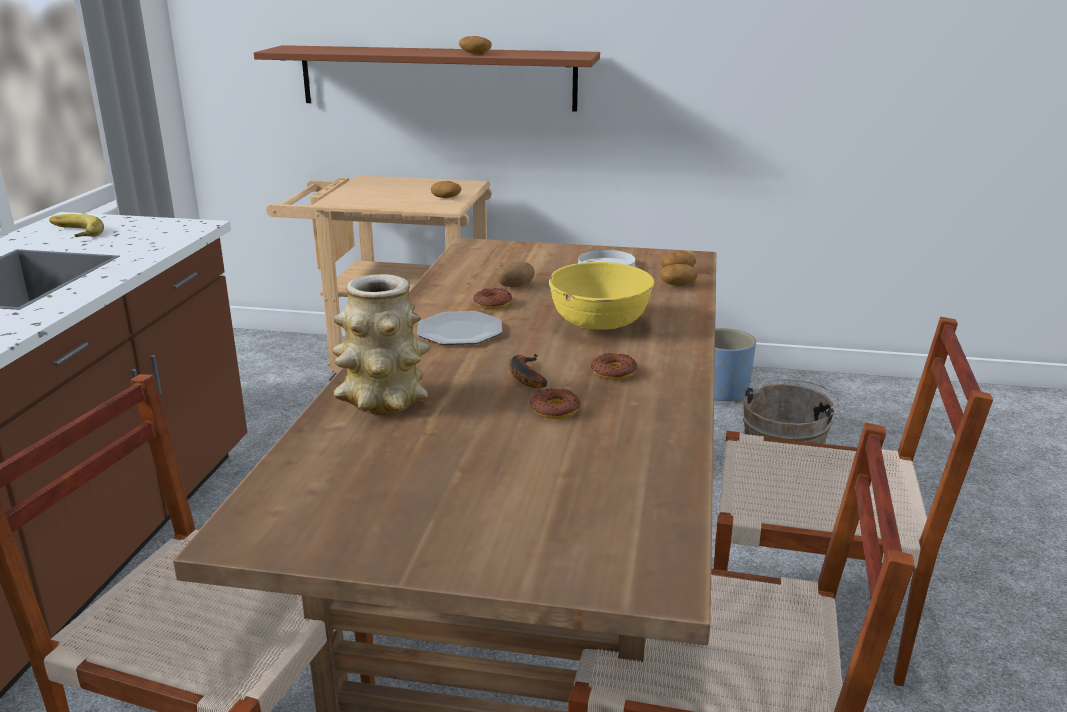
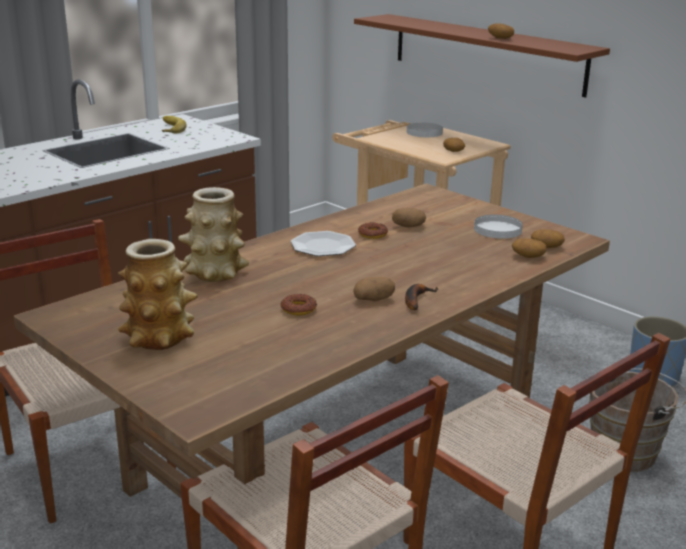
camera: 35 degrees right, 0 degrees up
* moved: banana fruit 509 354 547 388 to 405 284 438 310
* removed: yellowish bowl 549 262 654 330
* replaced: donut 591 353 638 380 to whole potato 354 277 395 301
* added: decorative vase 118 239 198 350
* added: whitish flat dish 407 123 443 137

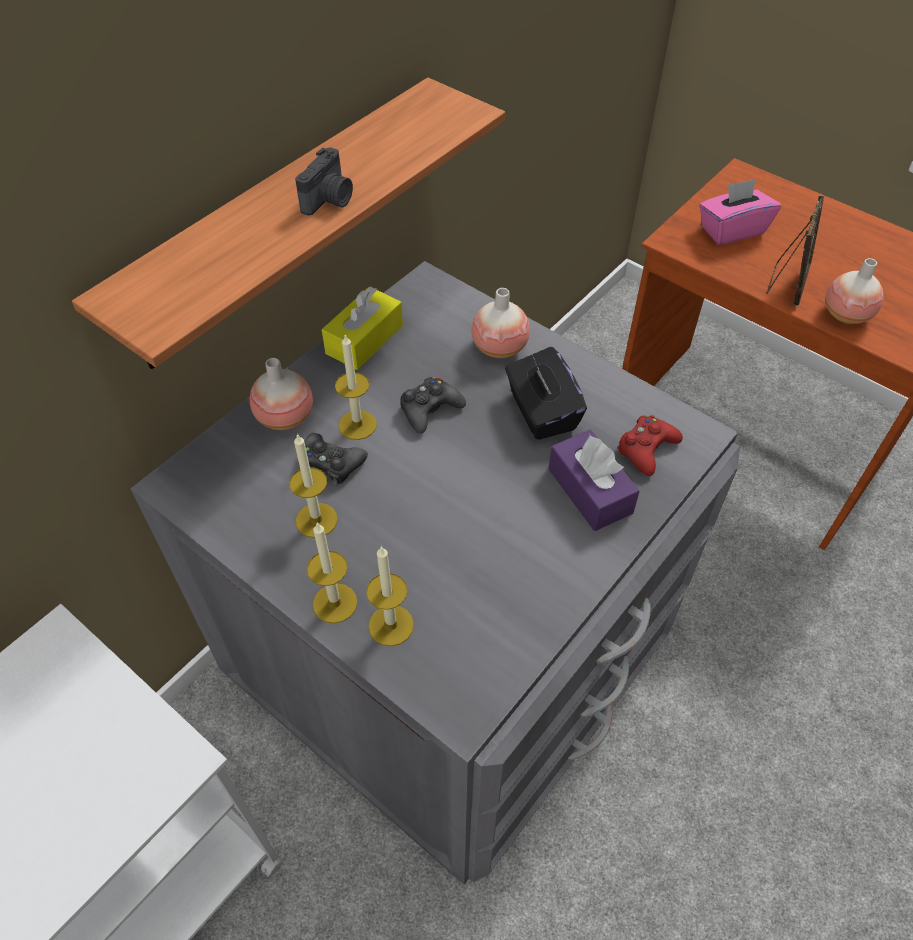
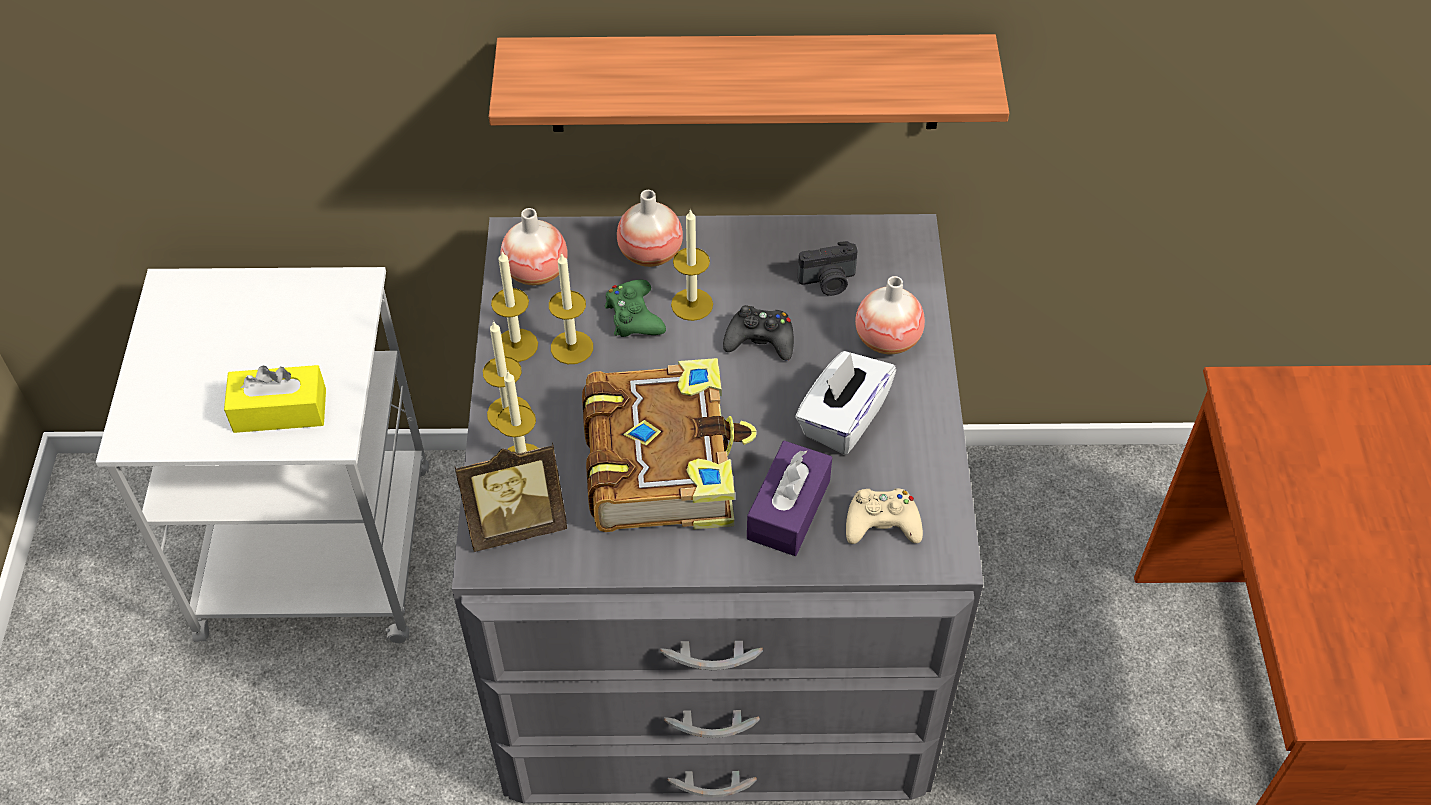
camera: 50 degrees right, 0 degrees up
* moved: still camera 295 147 353 216 to 797 241 858 296
* recoloured: blackish game controller 304 433 368 486 to green game controller 605 279 666 337
* moved: yellowish tissue holder 321 286 403 370 to 224 365 326 433
* recoloured: blackish tissue holder 505 347 587 440 to whitish tissue holder 795 351 896 455
* recoloured: red-coloured game controller 617 415 683 476 to beige game controller 846 489 923 544
* removed: pink-coloured tissue holder 699 179 781 245
* moved: picture frame 767 196 824 305 to 454 442 567 552
* moved: decorative vase 825 258 884 324 to 500 208 567 285
* added: wax light 491 251 538 362
* added: volume 582 358 757 532

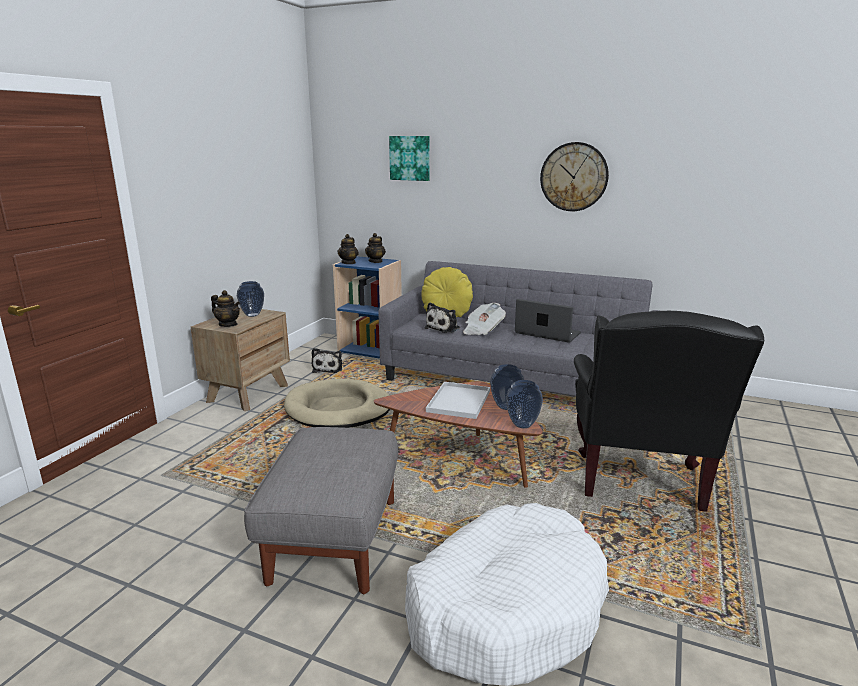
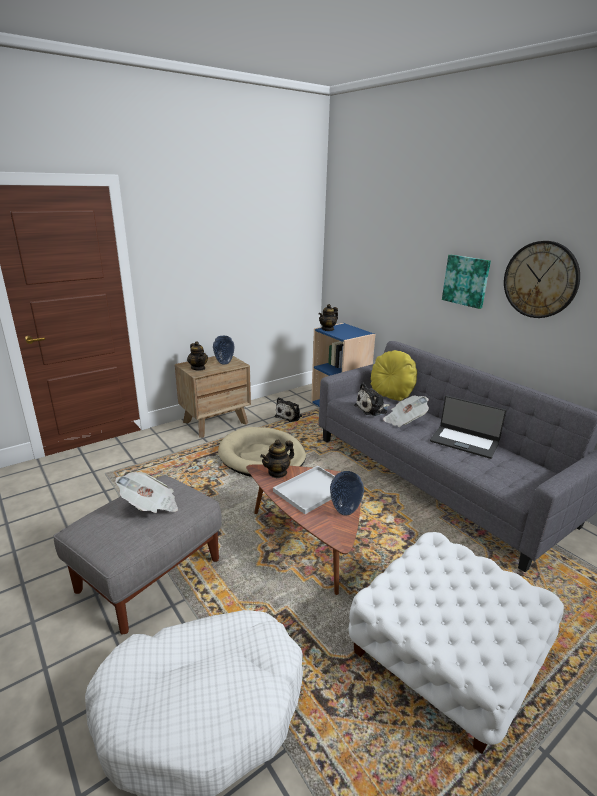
camera: 30 degrees right, 5 degrees up
* moved: teapot 365 233 386 263 to 260 440 294 478
* moved: picture 389 136 430 181 to 442 255 491 309
* removed: decorative vase 506 380 543 428
* turned: portable computer 515 299 581 343 = 430 396 507 459 150 degrees clockwise
* replaced: blackish lounge chair 574 311 764 512 to whitish ottoman 348 532 564 754
* added: printed paper 115 472 178 513

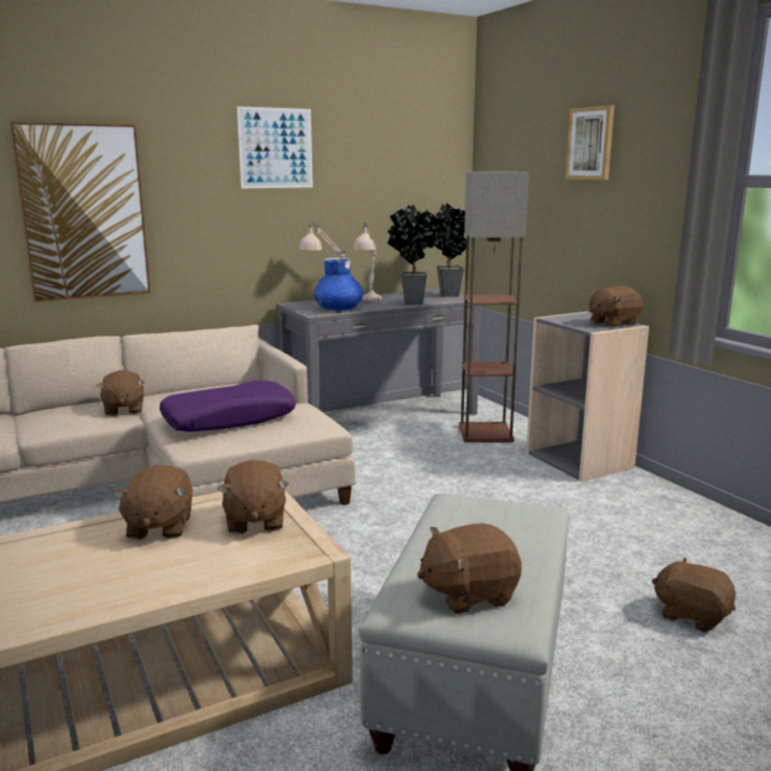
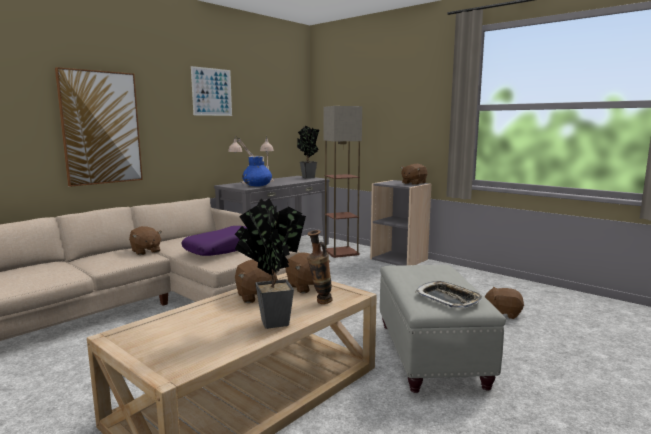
camera: 20 degrees left, 5 degrees down
* moved: houseplant 387 205 439 305 to 235 199 306 329
* replaced: brown-coloured cuddly toy 417 523 522 614 to serving tray 416 281 482 309
* removed: picture 565 105 615 180
* added: decorative vase 307 230 333 304

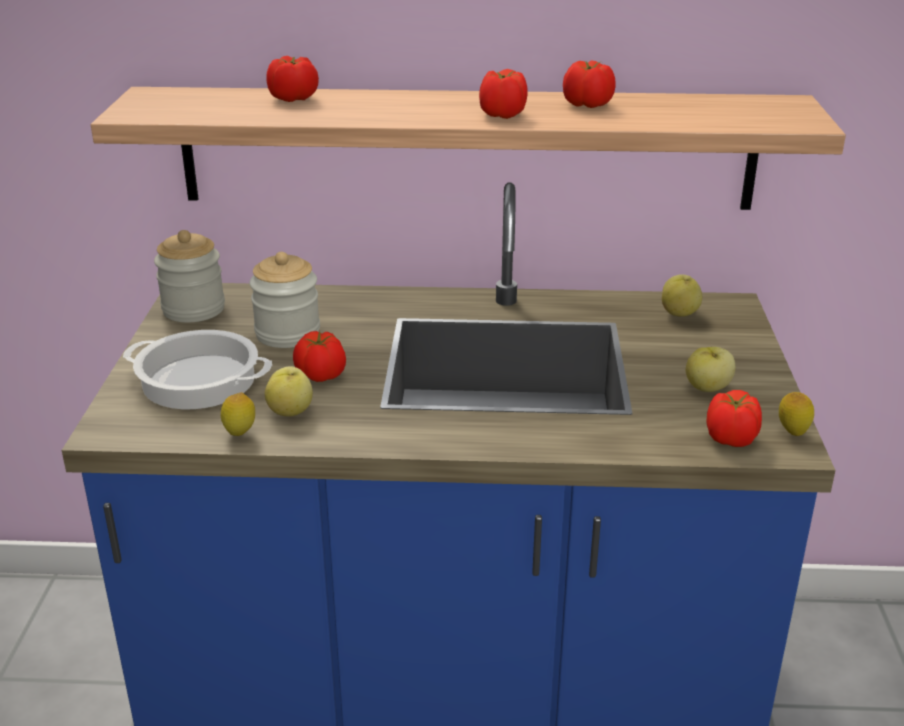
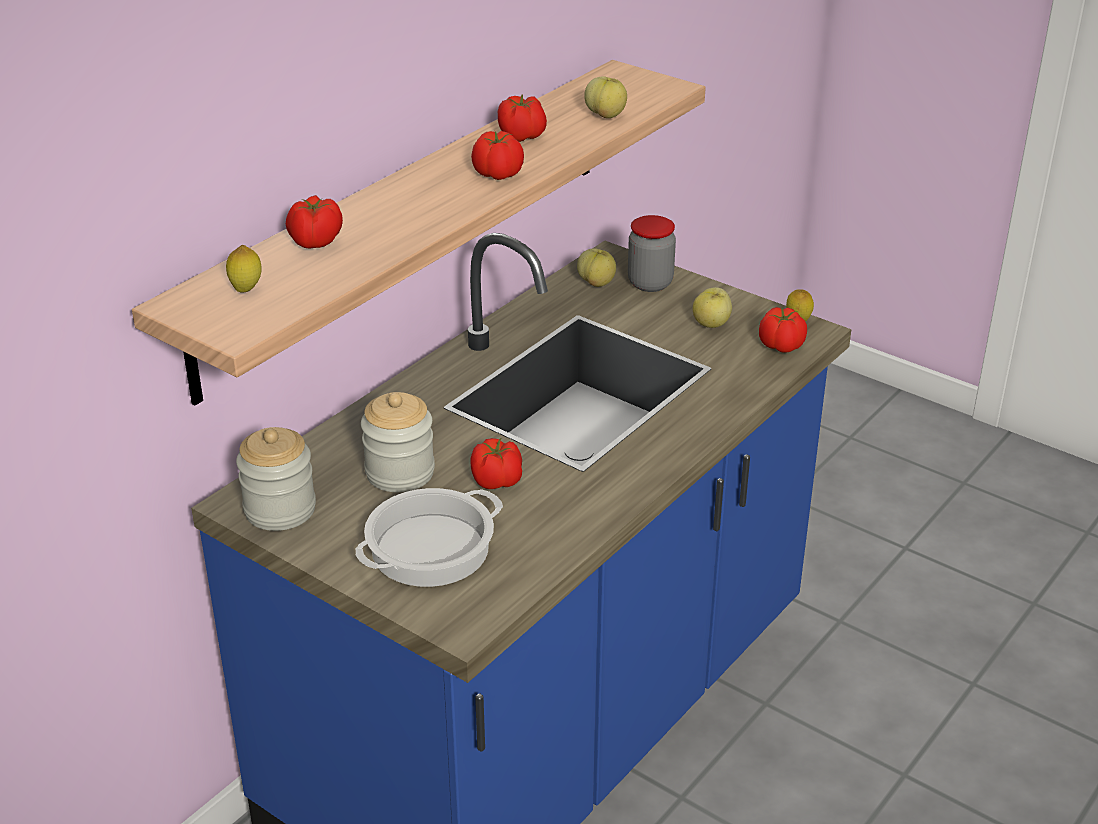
camera: 55 degrees left, 5 degrees up
* moved: lemon 221 392 255 436 to 226 245 262 293
* moved: apple fruit 265 366 313 417 to 584 76 627 118
* added: jar 628 215 676 292

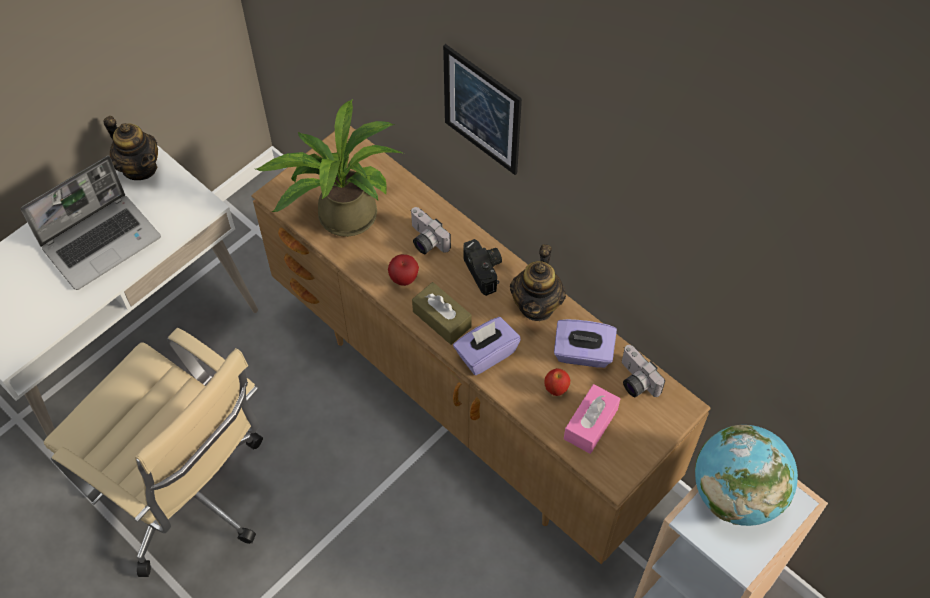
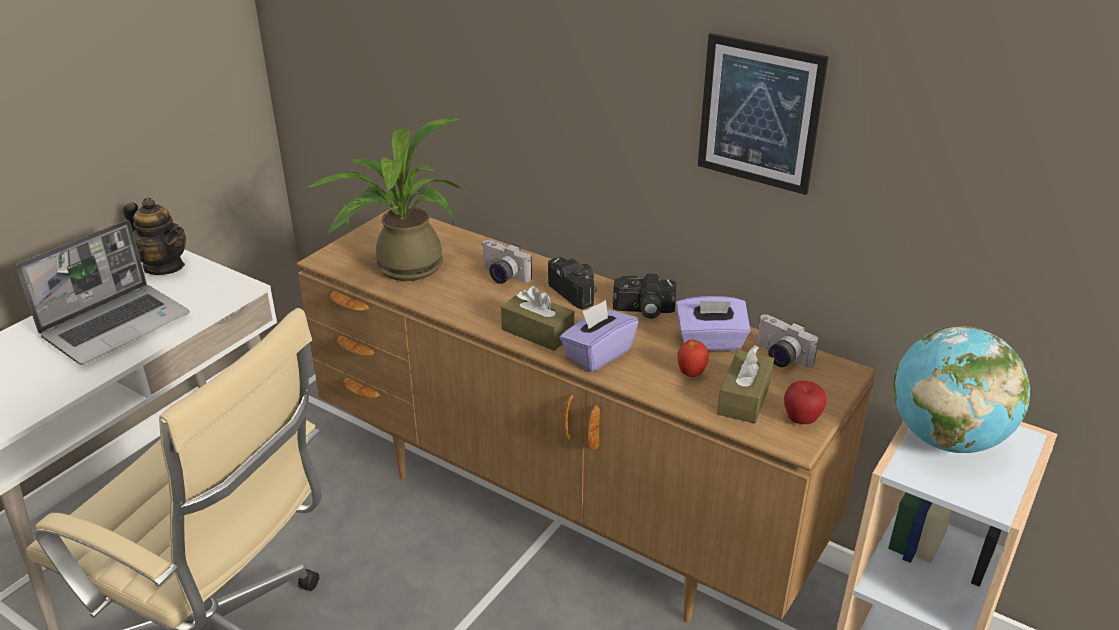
camera: 10 degrees left, 25 degrees down
* moved: apple fruit 388 254 419 286 to 784 381 827 424
* moved: picture 443 44 522 175 to 698 33 829 195
* replaced: teapot 510 244 566 321 to still camera 613 274 676 319
* recoloured: pink-coloured tissue holder 564 384 620 454 to brown-coloured tissue holder 717 345 774 423

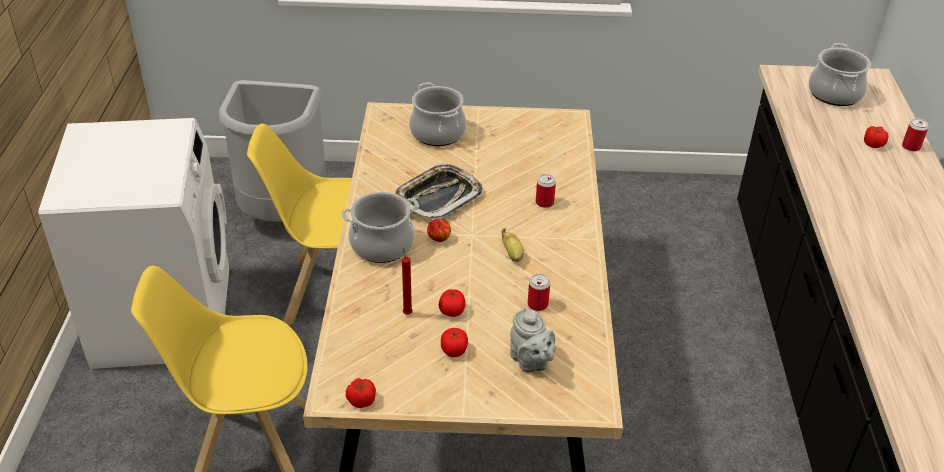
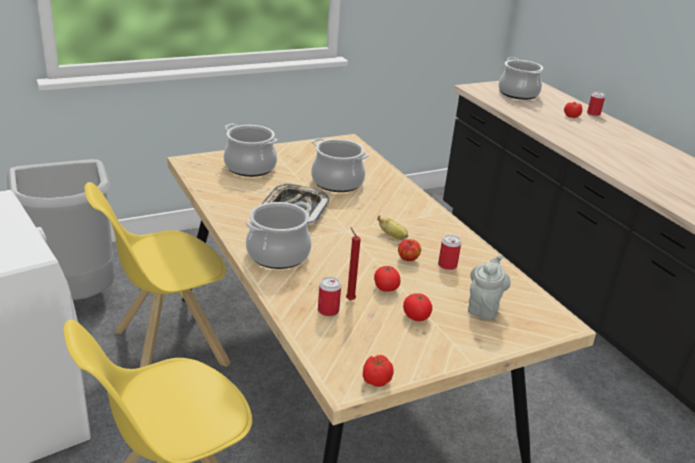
camera: 30 degrees left, 10 degrees down
* moved: apple fruit 427 219 451 242 to 398 239 421 261
* turned: gray teapot 510 307 556 372 = 468 254 510 320 105 degrees counterclockwise
* moved: sealed can 536 174 556 208 to 318 277 341 317
* added: saucepot 311 138 369 192

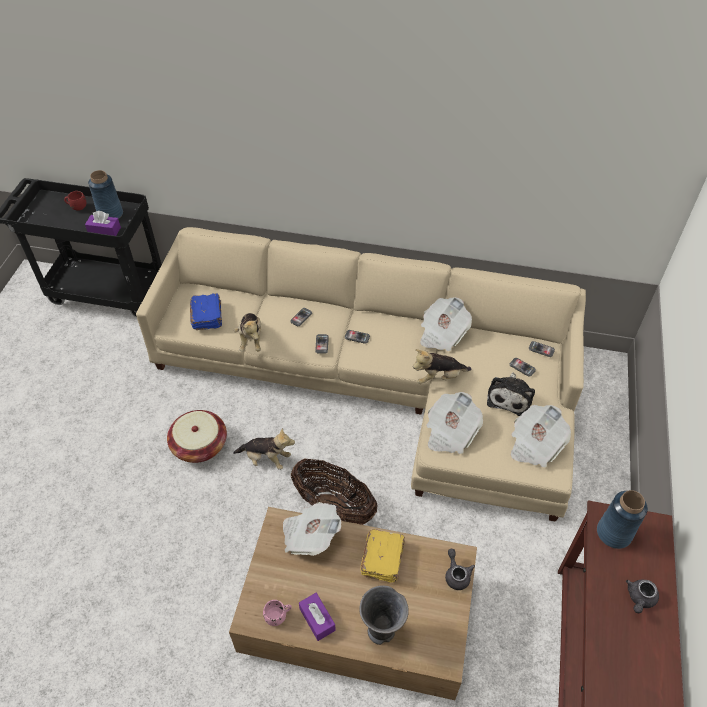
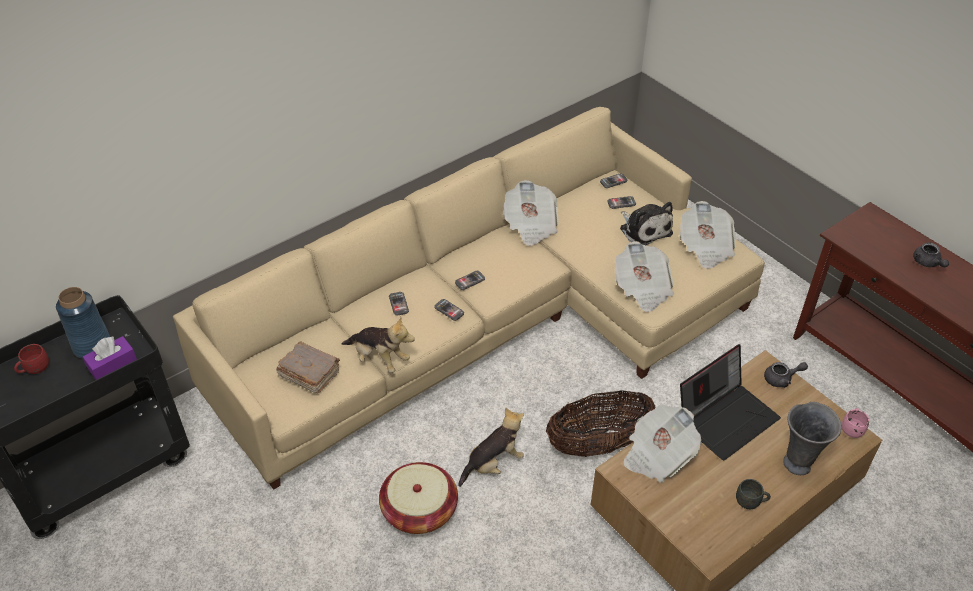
camera: 50 degrees left, 5 degrees down
* recoloured: blue-coloured volume 190 293 222 330 to brown-coloured volume 276 342 340 393
* moved: pink-coloured tea mug 263 600 292 626 to 842 408 869 438
* replaced: purple-coloured tissue holder 299 593 336 641 to gray tea mug 736 479 771 509
* replaced: yellowish volume 360 529 405 583 to portable computer 680 344 781 460
* removed: cuddly toy 413 349 471 384
* turned: gray teapot 445 549 475 590 = 764 362 808 388 150 degrees clockwise
* removed: blue-coloured decorative vase 597 490 648 549

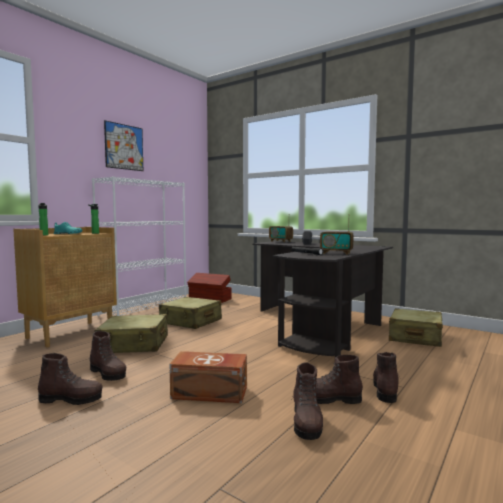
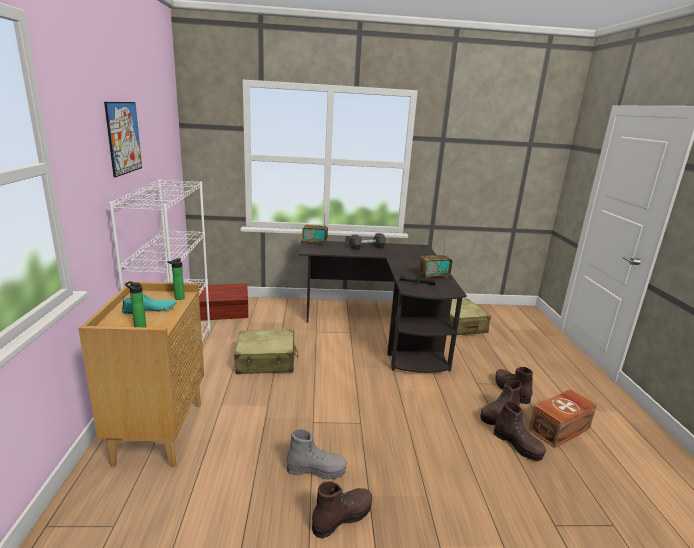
camera: 40 degrees left, 15 degrees up
* recoloured: brown-coloured tall boot 90 331 126 381 to gray tall boot 286 429 347 480
* removed: beige piece of luggage 95 314 168 353
* moved: brown-coloured storage container 169 351 247 403 to 529 389 597 448

